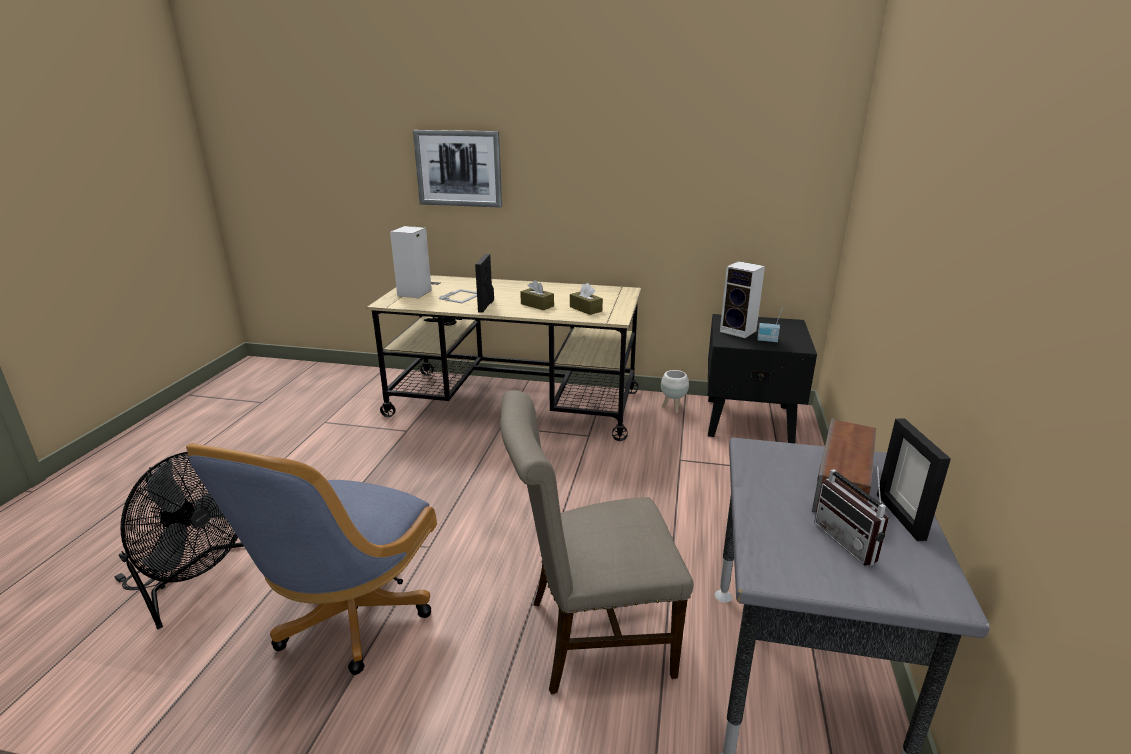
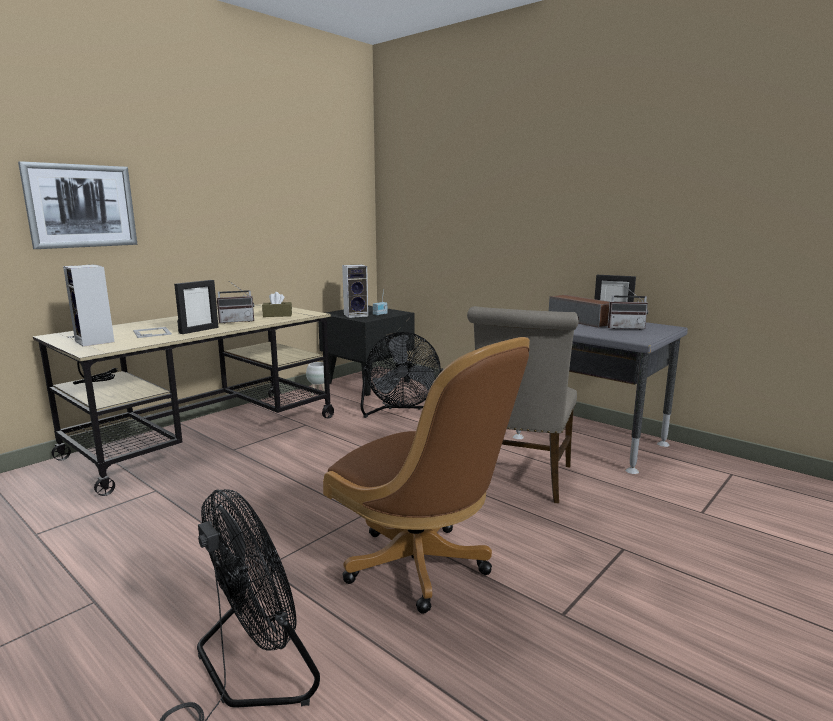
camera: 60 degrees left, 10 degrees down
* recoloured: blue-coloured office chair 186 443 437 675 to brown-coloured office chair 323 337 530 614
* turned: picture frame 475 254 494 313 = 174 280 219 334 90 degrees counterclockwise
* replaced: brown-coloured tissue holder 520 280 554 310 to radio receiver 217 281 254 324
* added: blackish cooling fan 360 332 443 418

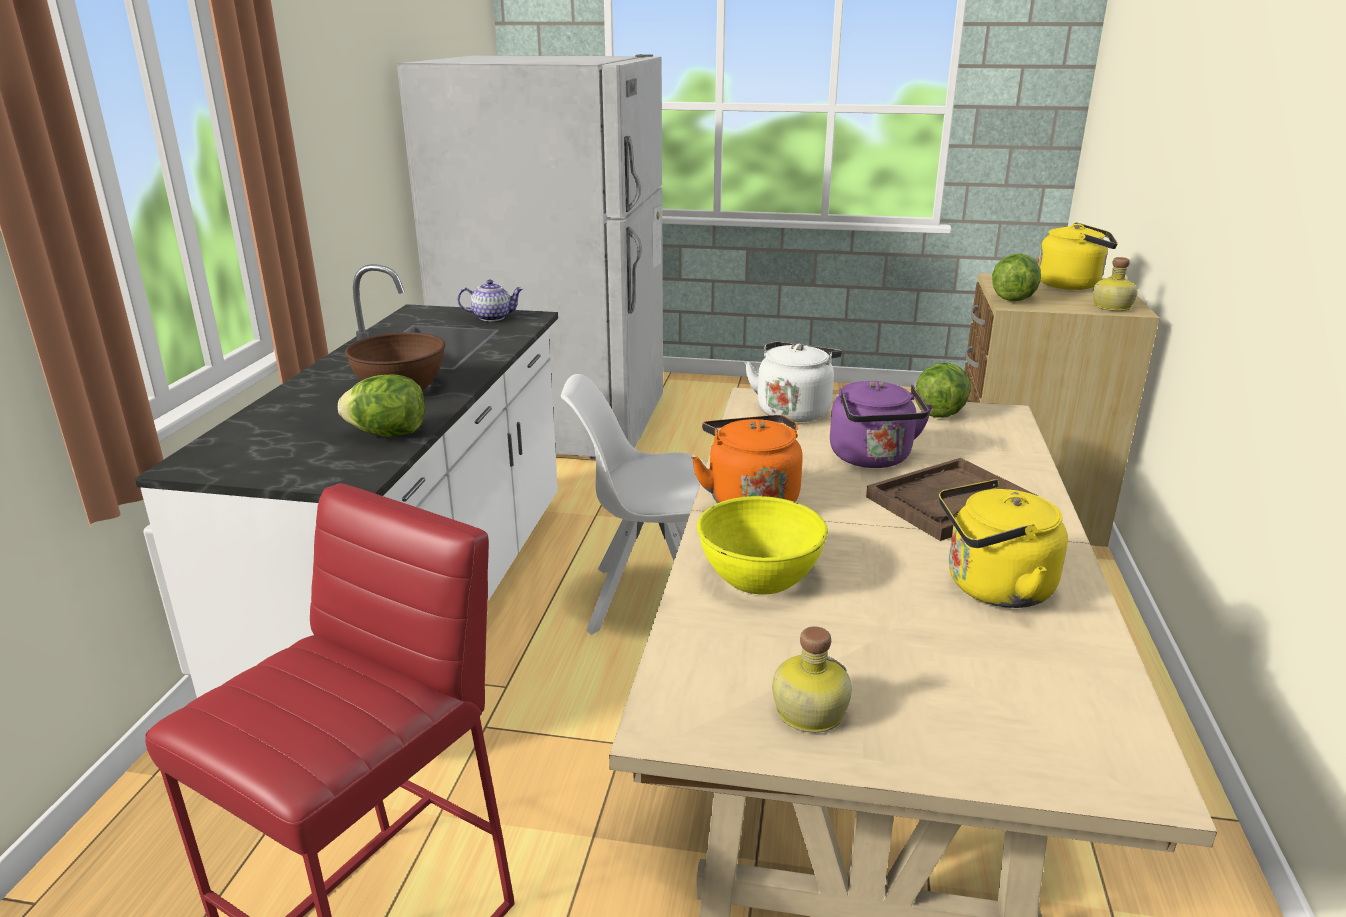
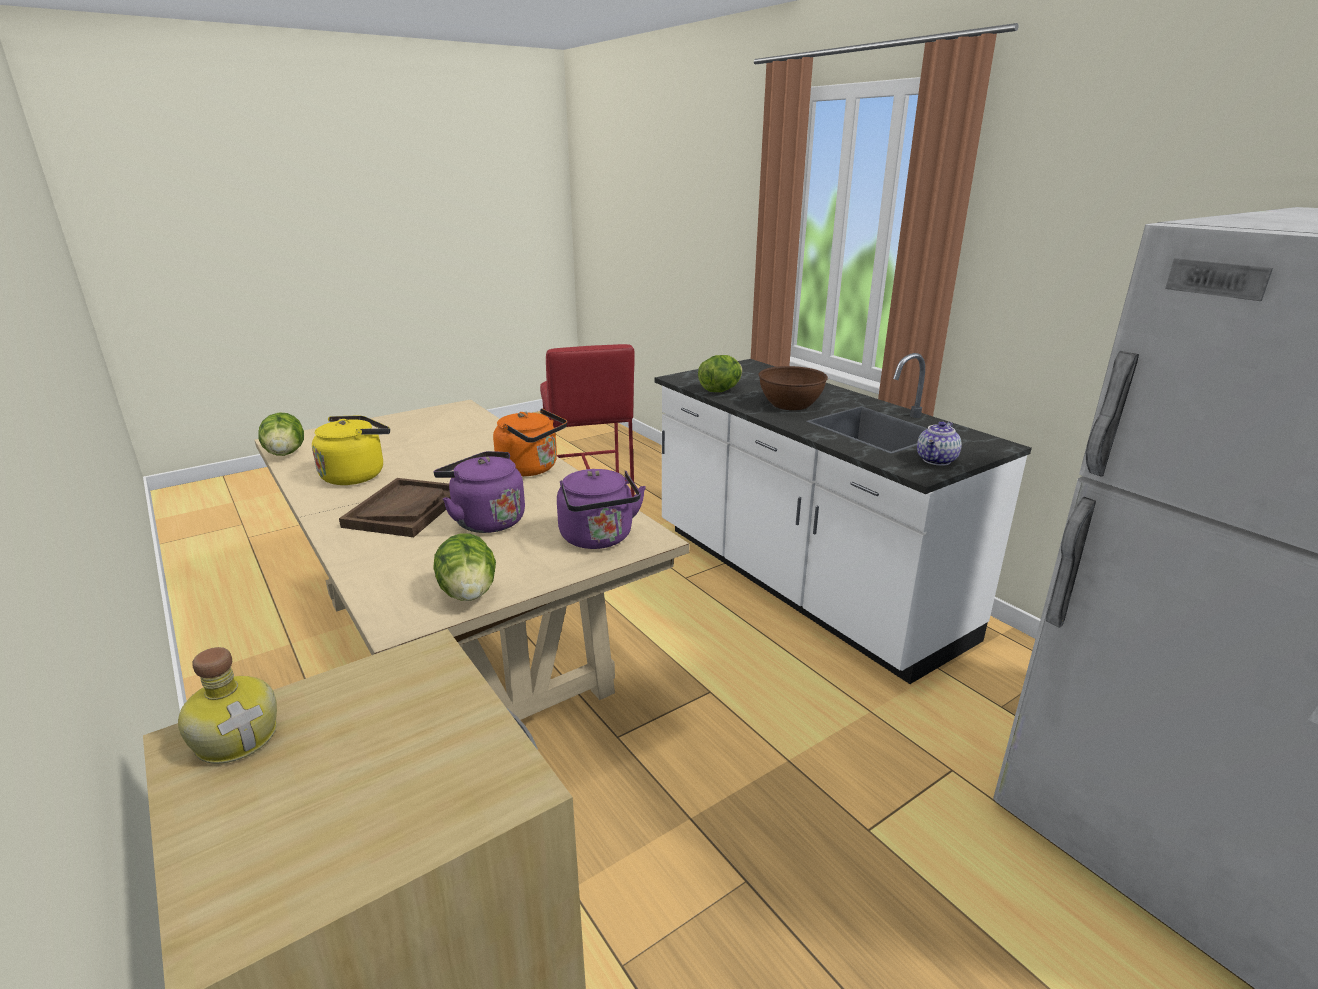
camera: 135 degrees right, 0 degrees up
* removed: whitish upright chair 561 374 706 635
* removed: yellowish bowl 697 496 828 595
* recoloured: whitish water kettle 745 342 842 422 to purple-coloured water kettle 557 469 646 549
* removed: drink bottle 773 626 852 733
* moved: lettuce head 992 253 1041 301 to 258 412 304 456
* removed: yellowish water kettle 1038 222 1118 290

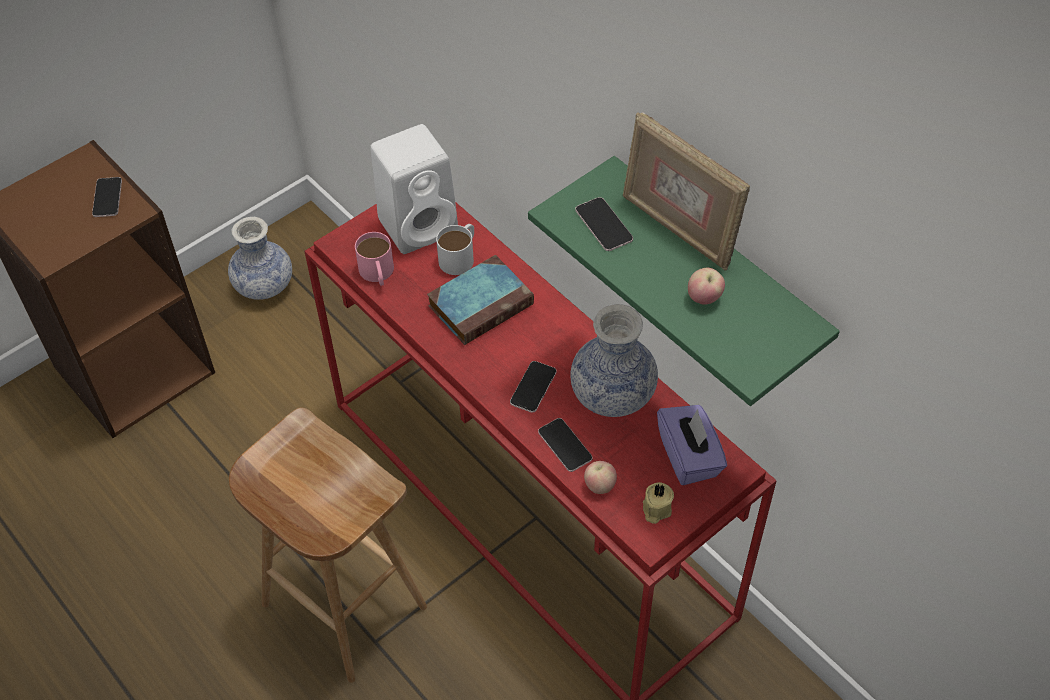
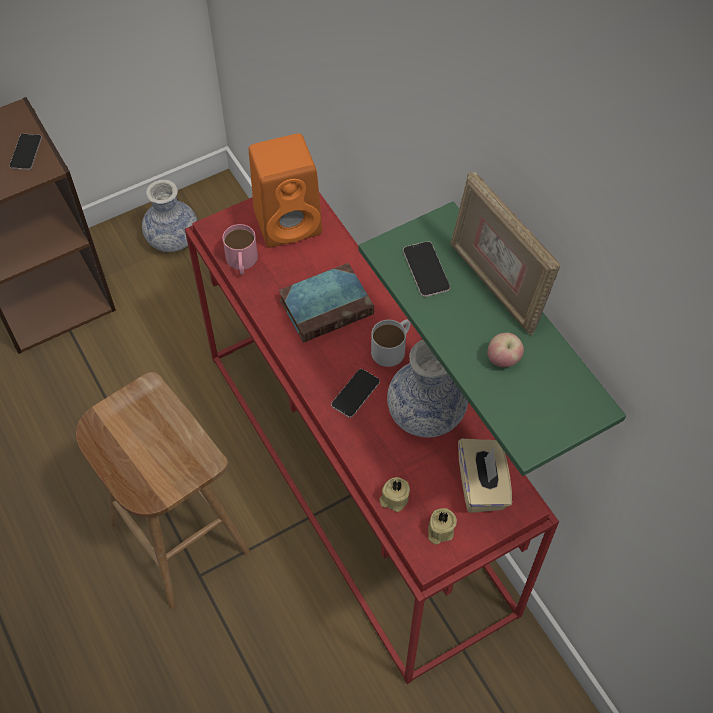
camera: 10 degrees right, 5 degrees up
* recoloured: whitish loudspeaker 370 124 458 254 to orange-coloured loudspeaker 249 133 322 248
* moved: whitish tea mug 436 224 474 275 to 371 319 410 367
* removed: phone 538 418 593 472
* replaced: apple fruit 584 461 617 494 to beige wax light 379 477 410 512
* recoloured: purple-coloured tissue holder 657 405 727 485 to beige tissue holder 458 439 512 513

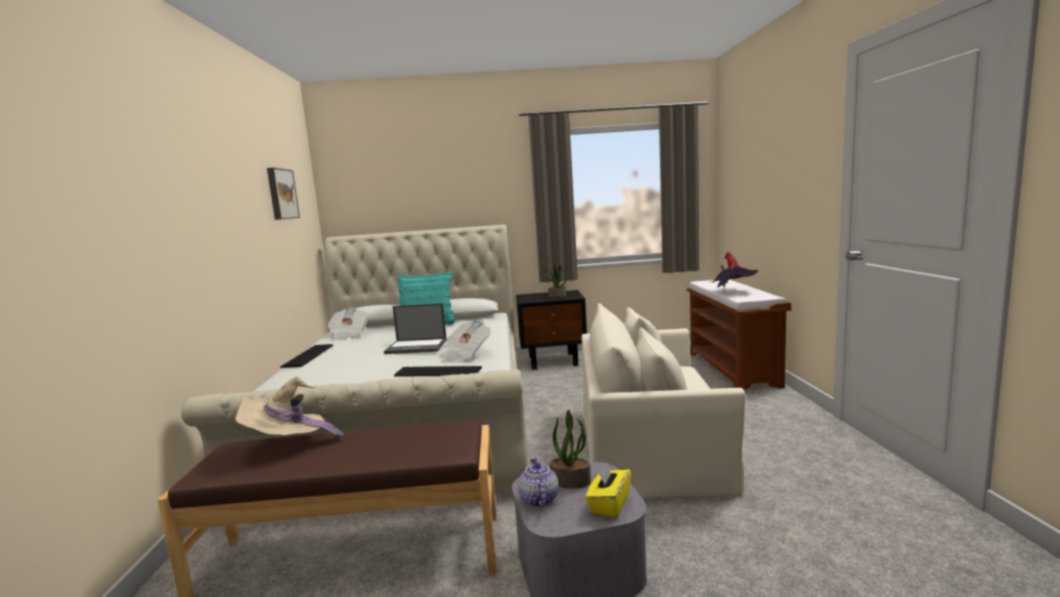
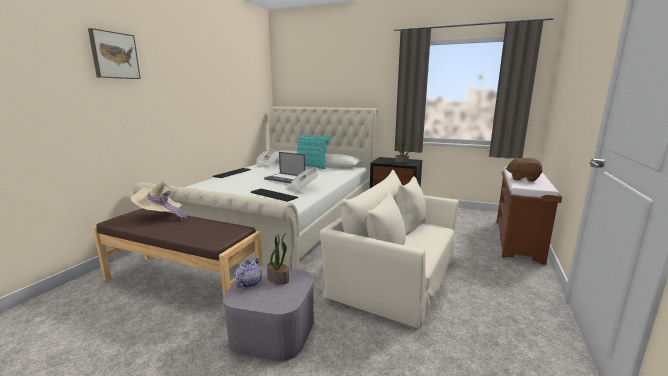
camera: 25 degrees right, 5 degrees up
* moved: picture 267 168 300 220 to 88 28 141 79
* removed: yellowish tissue holder 585 462 631 518
* replaced: red-coloured hat 711 252 759 287 to brown-coloured cuddly toy 505 158 543 182

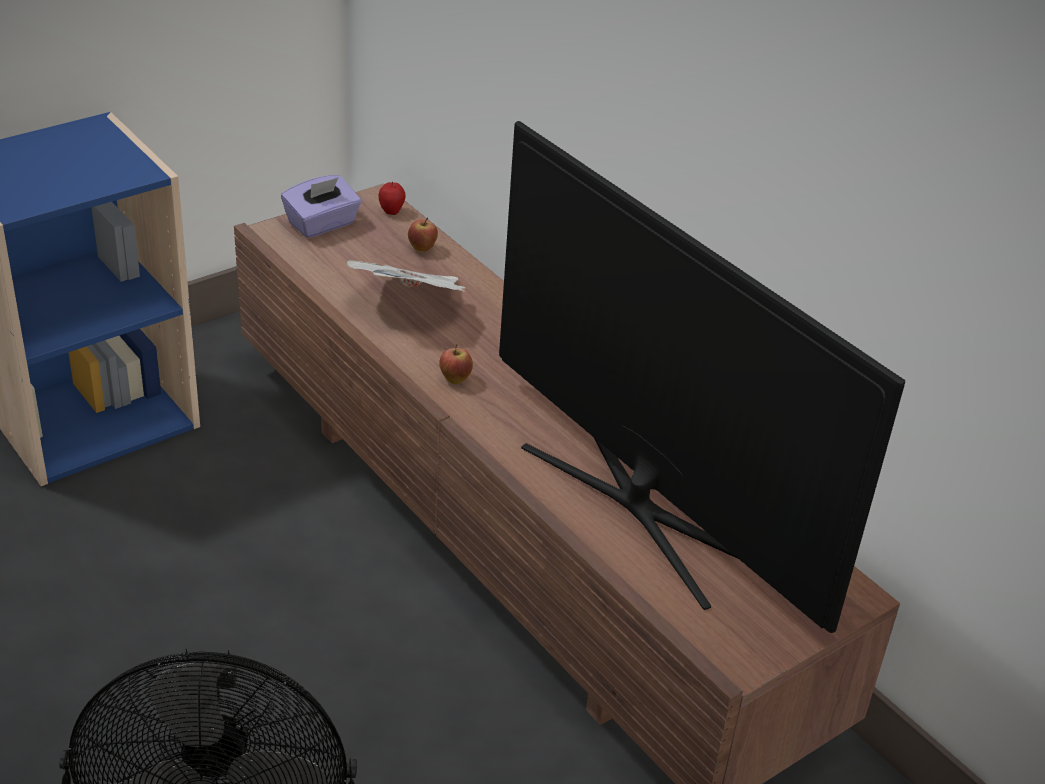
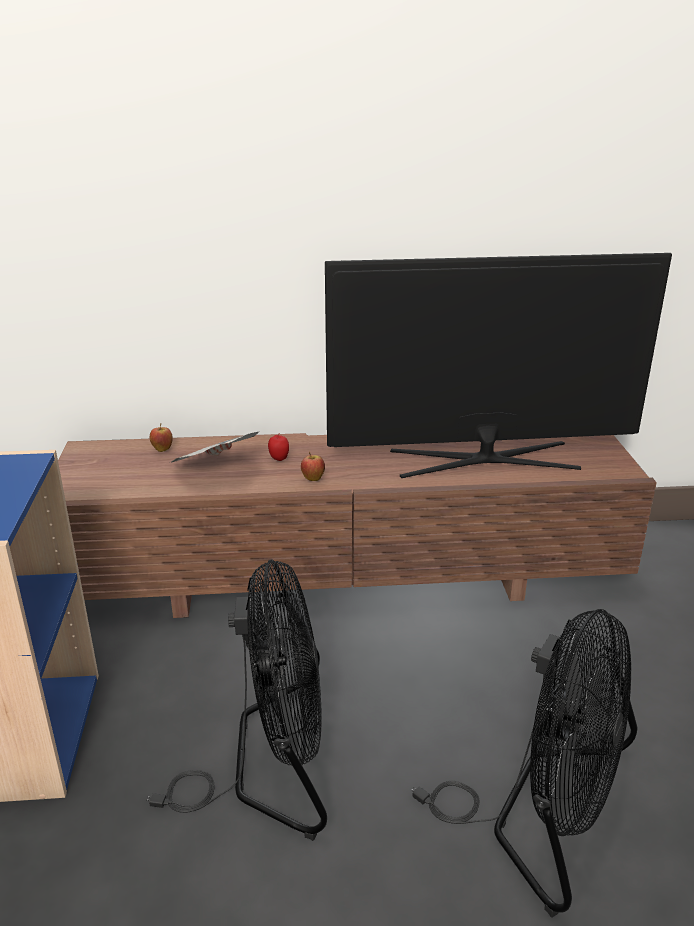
camera: 55 degrees left, 10 degrees down
* removed: purple-coloured tissue holder 281 175 361 238
* moved: apple fruit 379 182 406 215 to 268 434 289 461
* added: blackish cooling fan 146 559 327 841

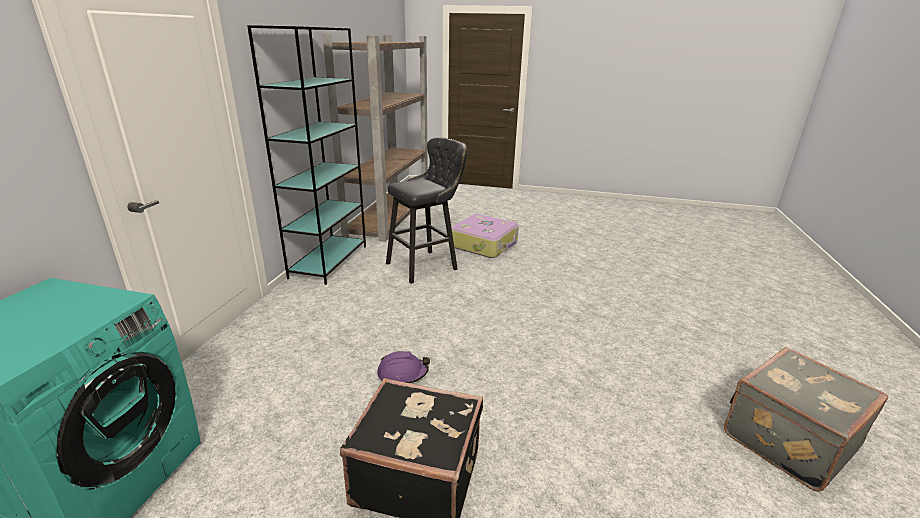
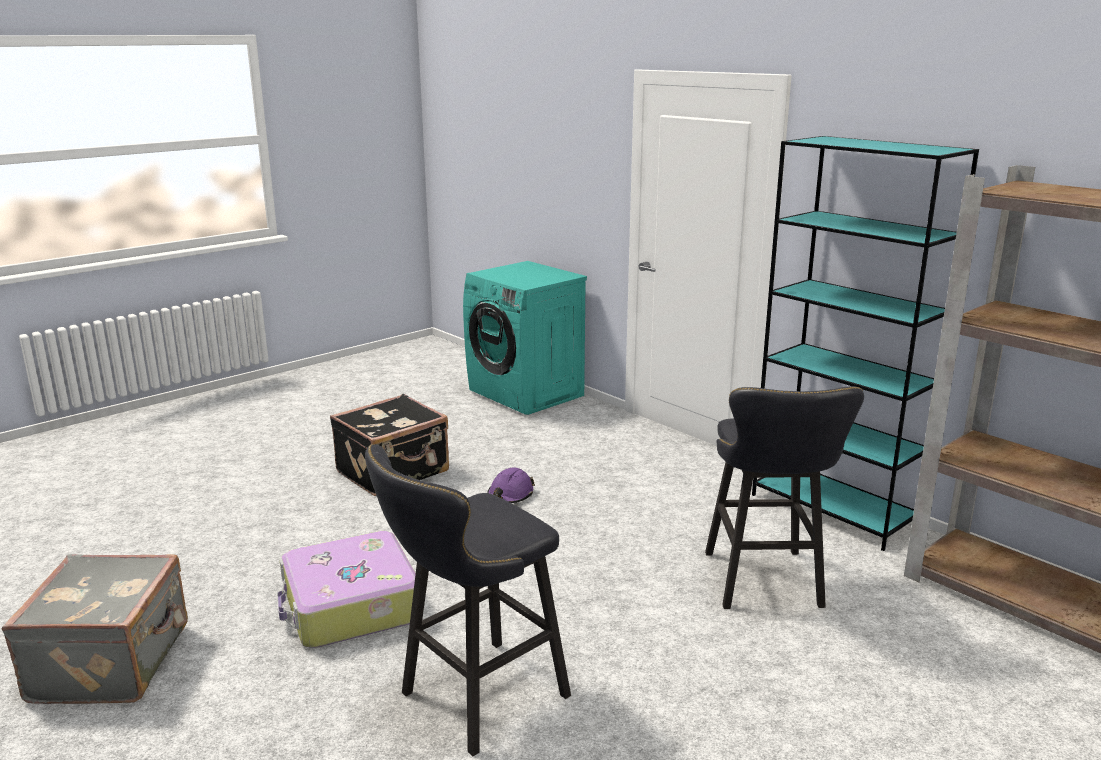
camera: 125 degrees right, 5 degrees down
* moved: piece of luggage 451 214 519 258 to 277 531 416 648
* added: blackish stool seat 365 444 571 756

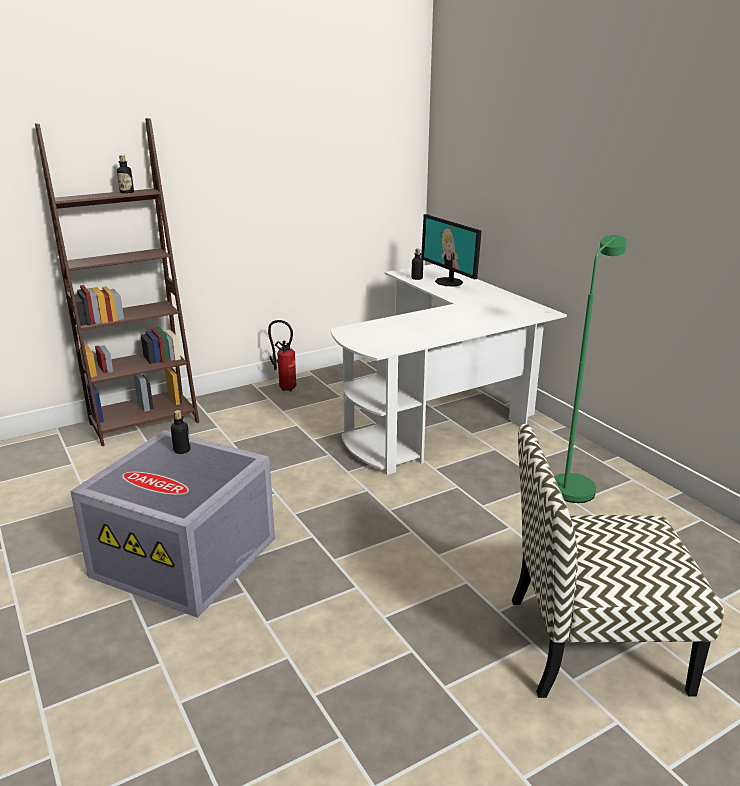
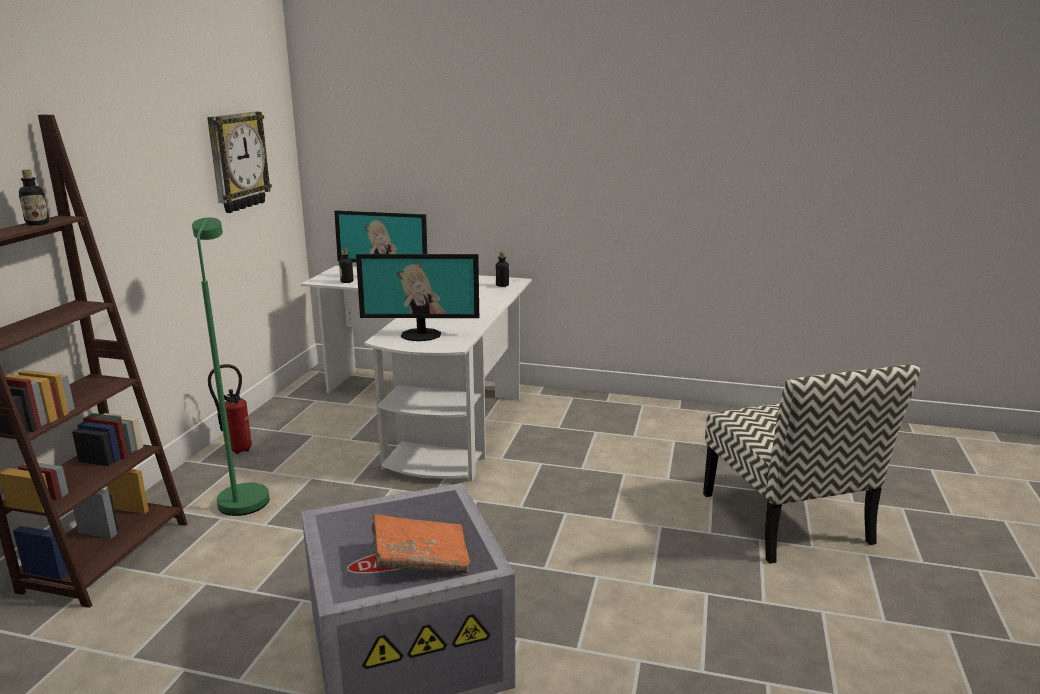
camera: 45 degrees left, 5 degrees down
* moved: drink bottle 171 410 191 454 to 496 252 509 287
* turned: upright chair 512 424 724 698 = 703 364 921 564 60 degrees counterclockwise
* moved: green standing lamp 554 235 627 503 to 192 217 269 516
* added: clock on the wall 207 112 272 213
* added: computer display 356 254 479 341
* added: orange-coloured volume 372 514 470 573

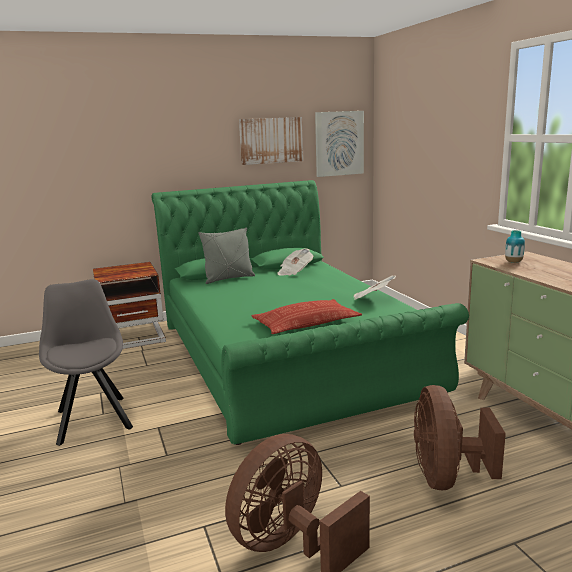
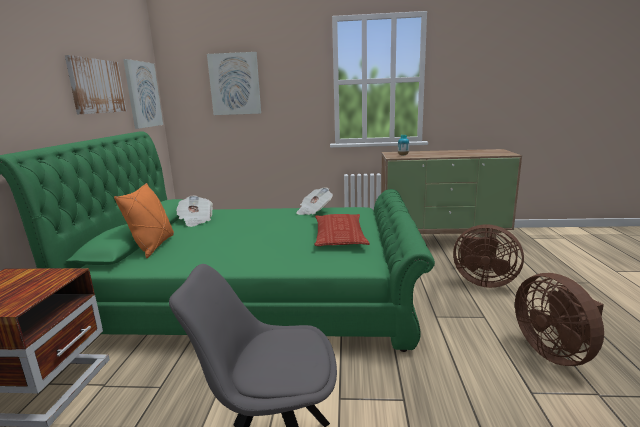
camera: 65 degrees left, 0 degrees up
* recoloured: gray throw pillow 199 227 255 284 to orange-coloured throw pillow 114 183 174 258
* added: picture 207 52 261 115

